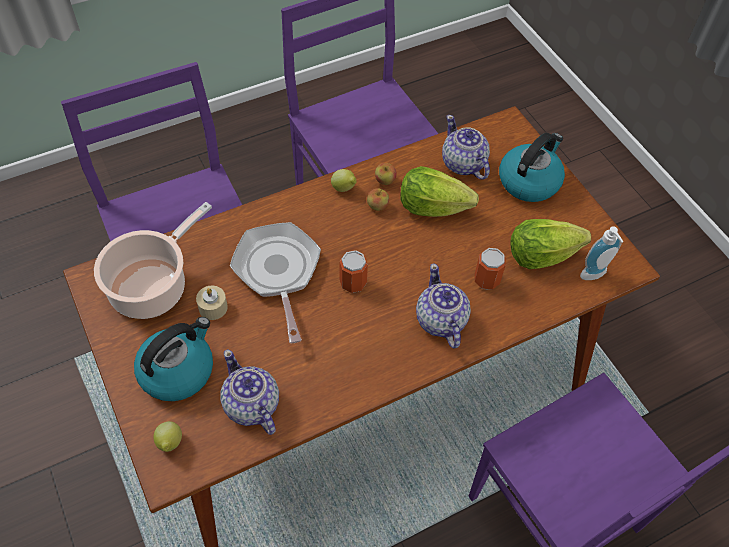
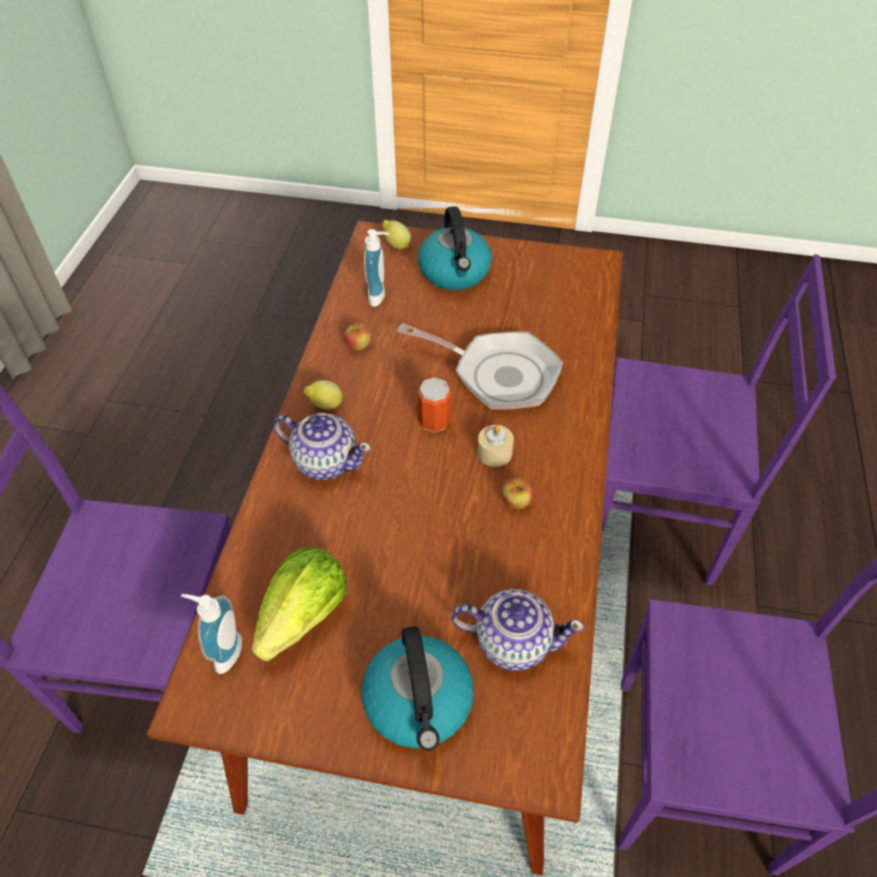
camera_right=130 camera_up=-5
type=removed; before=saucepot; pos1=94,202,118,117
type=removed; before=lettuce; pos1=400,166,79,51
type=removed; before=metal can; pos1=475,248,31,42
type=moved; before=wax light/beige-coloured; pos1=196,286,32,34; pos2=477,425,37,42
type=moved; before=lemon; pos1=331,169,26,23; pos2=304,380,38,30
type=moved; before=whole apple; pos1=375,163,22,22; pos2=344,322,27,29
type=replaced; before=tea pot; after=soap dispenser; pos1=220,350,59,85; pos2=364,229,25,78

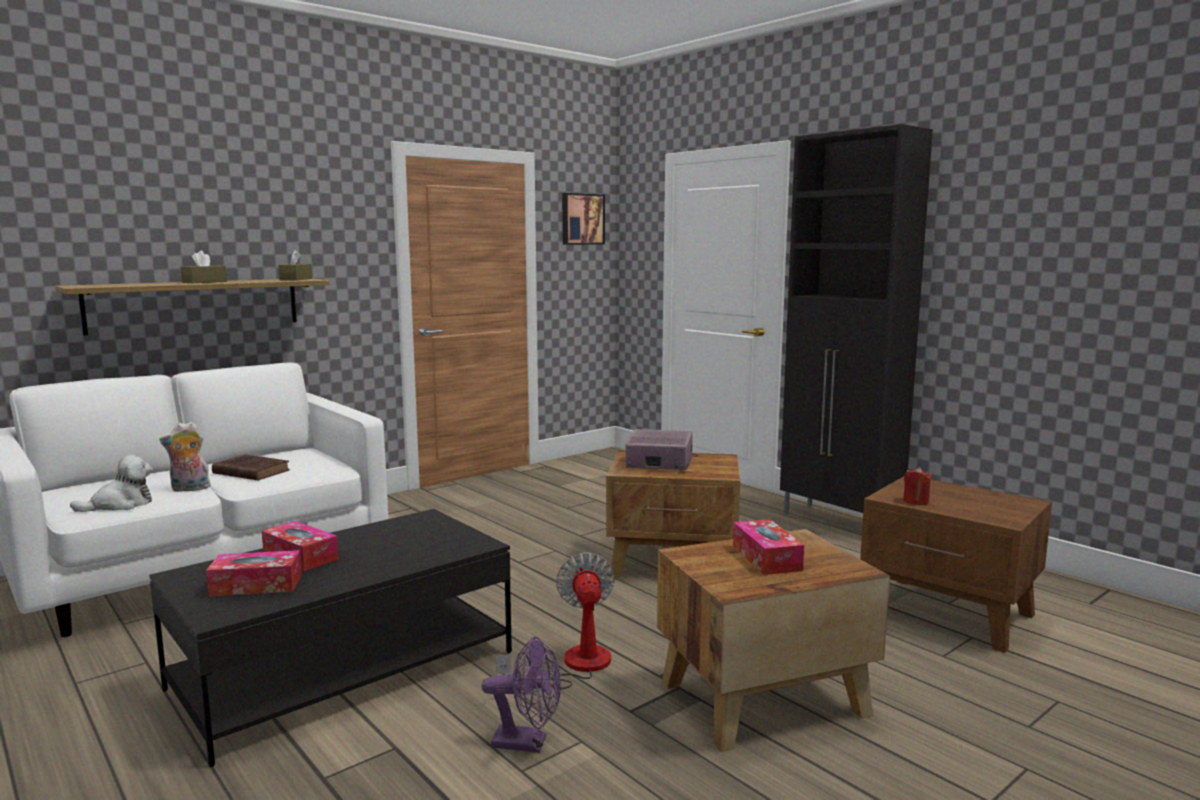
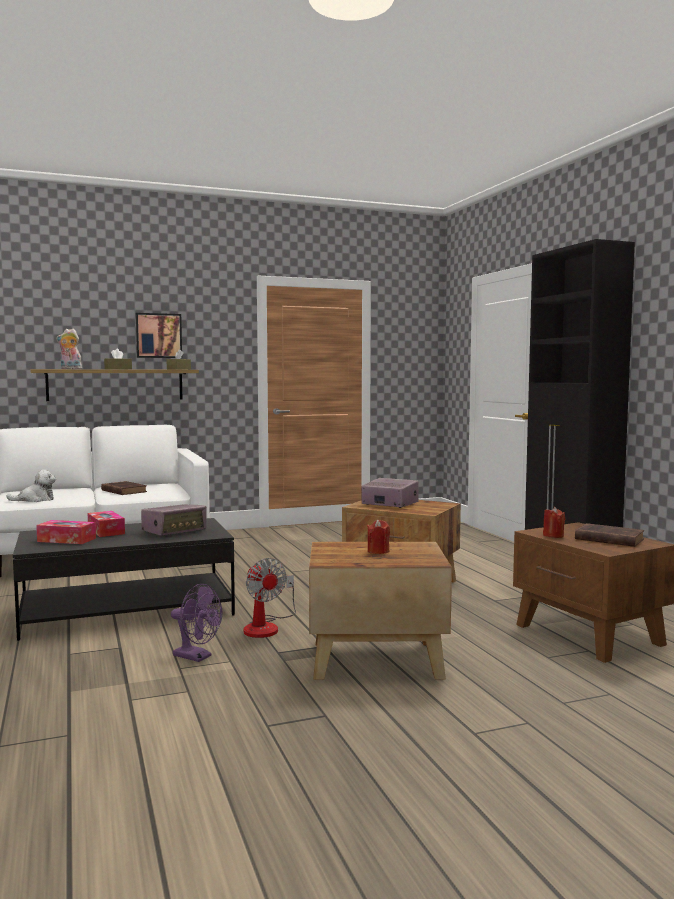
camera_right=20 camera_up=-5
type=added; after=radio receiver; pos2=141,504,66,32
type=added; after=book/brownish; pos2=575,523,69,24
type=moved; before=plush toy; pos1=160,422,50,70; pos2=56,329,28,40
type=moved; before=wall picture; pos1=562,193,43,52; pos2=136,313,46,45
type=replaced; before=tissue box; after=wax light/reddish; pos1=733,519,71,56; pos2=367,519,23,35
type=turned; before=cooling fan; pos1=496,553,119,136; pos2=243,558,53,80; turn=135

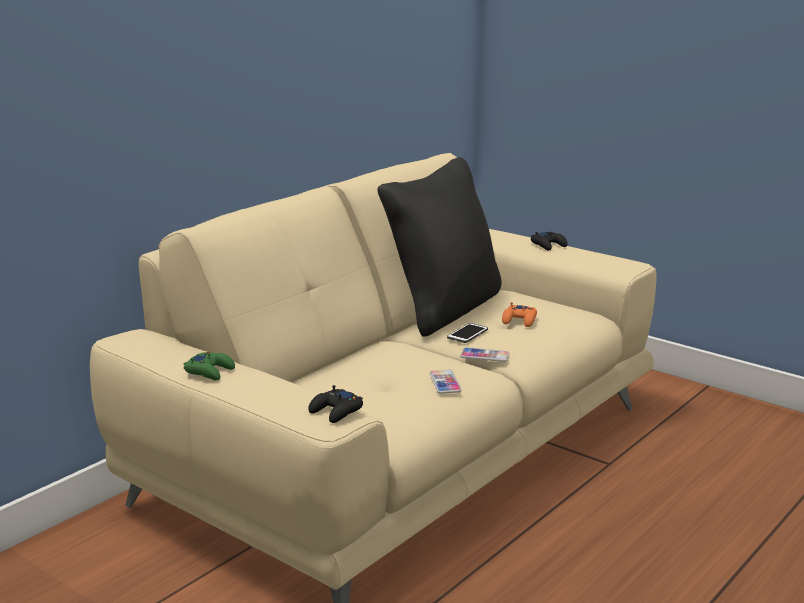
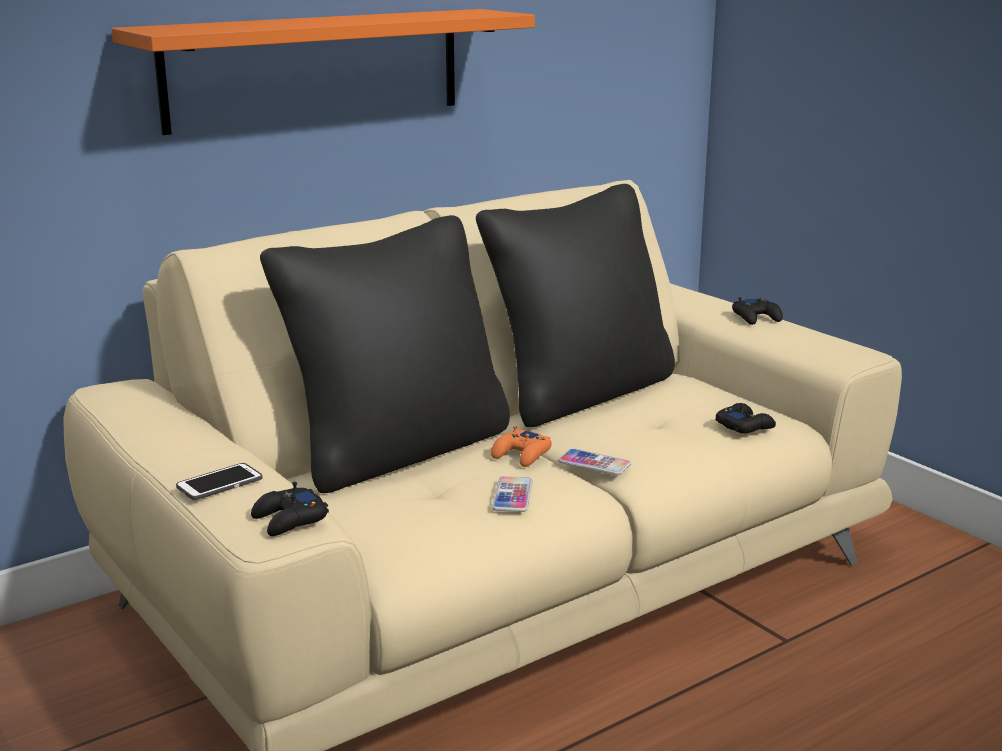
camera_right=15 camera_up=0
type=removed; before=joypad/greenish; pos1=183,352,52,28
type=added; after=shelf/orange; pos2=112,9,423,126
type=added; after=pillow/blackish; pos2=260,215,250,278
type=added; after=joypad/blackish; pos2=715,403,61,31
type=moved; before=handset; pos1=447,323,41,20; pos2=176,463,87,37
type=moved; before=joypad/orange; pos1=502,302,35,25; pos2=491,426,61,41

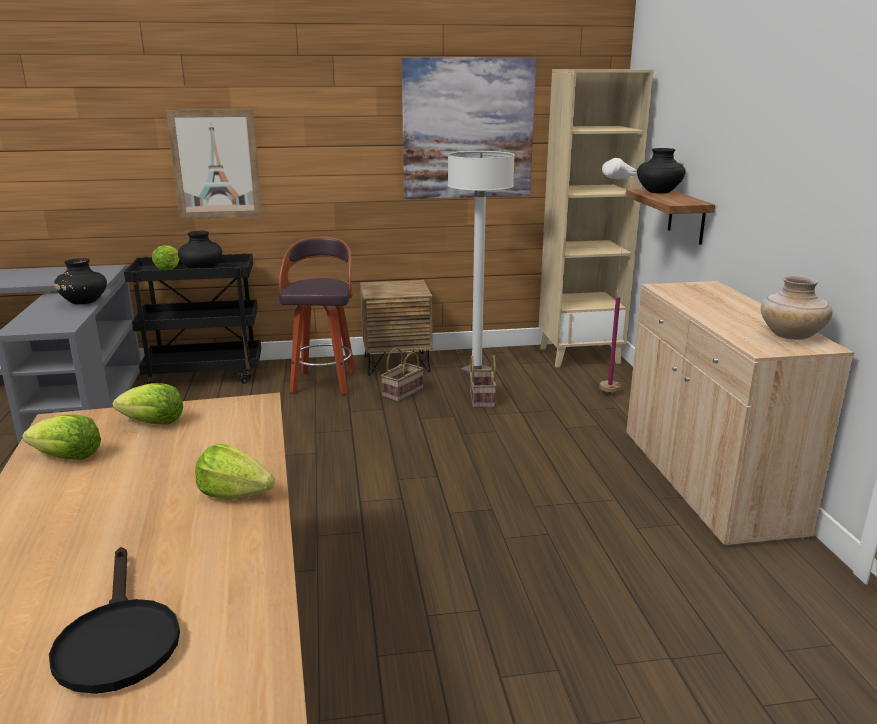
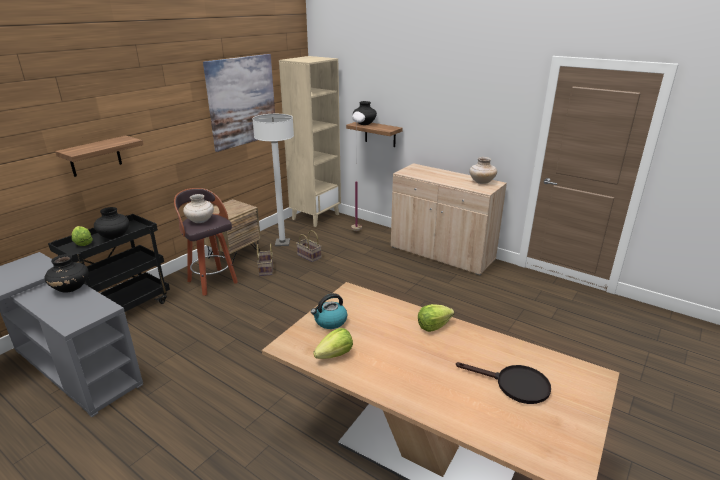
camera_right=-45 camera_up=5
type=added; after=vase/beige-coloured; pos2=183,194,31,29
type=replaced; before=lettuce; after=tea kettle; pos1=113,383,70,42; pos2=311,293,36,36
type=replaced; before=wall picture; after=shelf; pos1=166,109,96,110; pos2=55,136,88,41

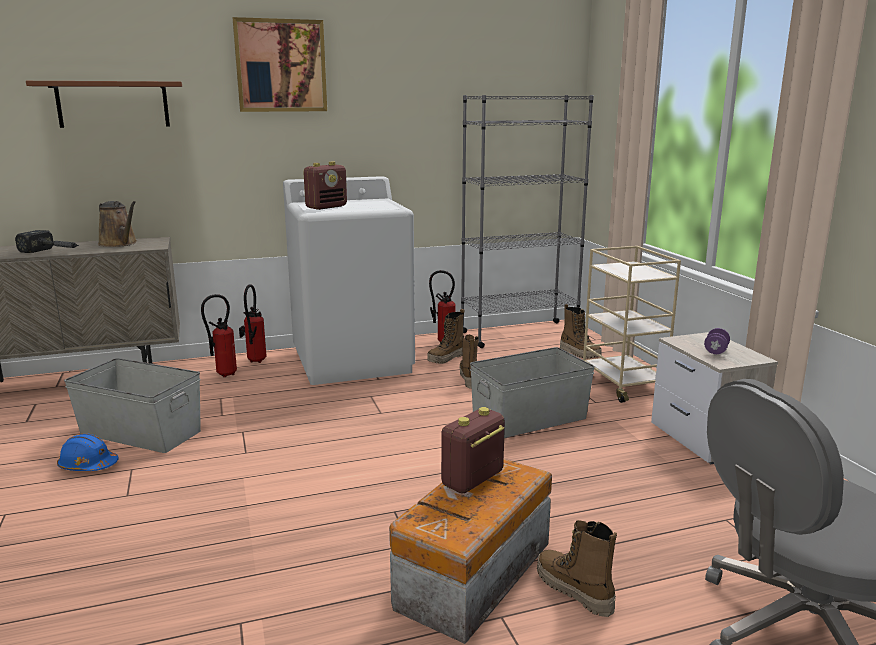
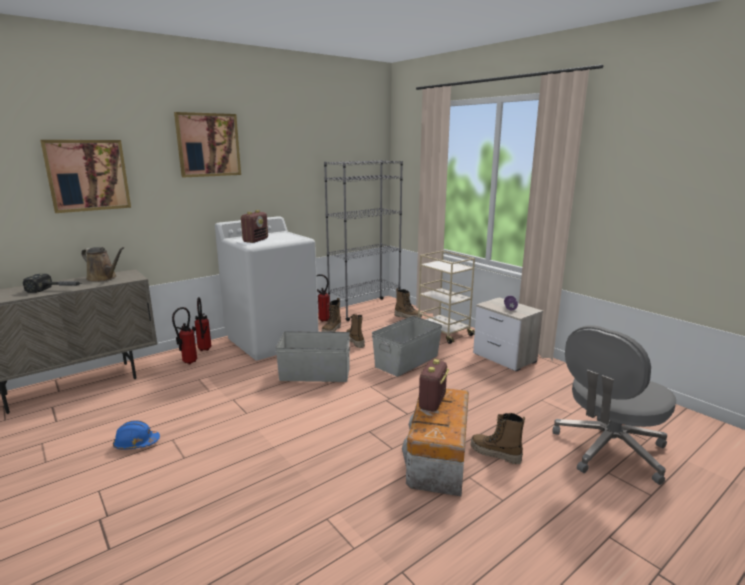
camera_right=-20 camera_up=0
type=moved; before=storage box/gray; pos1=64,358,137,95; pos2=275,331,75,51
type=replaced; before=shelf/brownish; after=wall picture; pos1=26,81,156,47; pos2=40,140,91,73

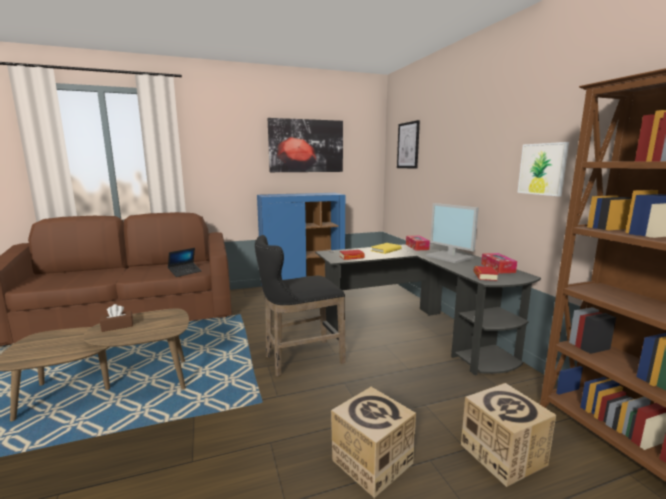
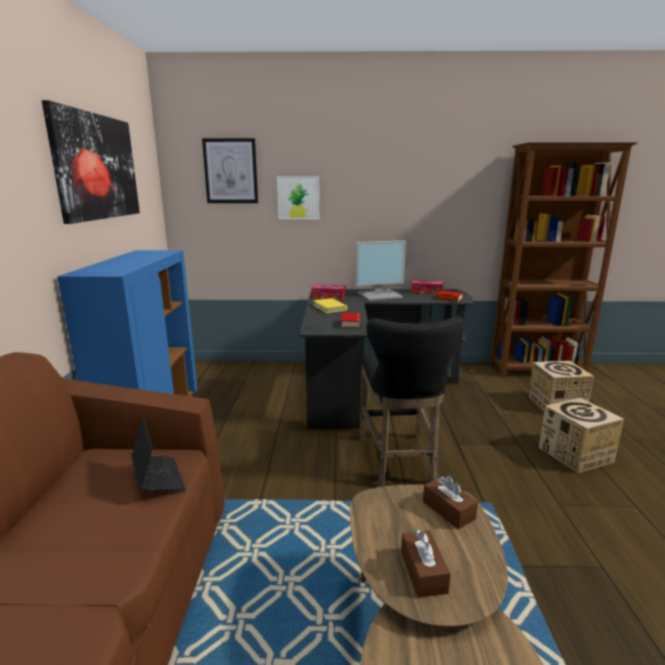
camera_right=-70 camera_up=5
type=added; after=tissue box/brownish; pos2=423,476,55,53
type=moved; before=wall picture; pos1=517,142,52,55; pos2=277,176,42,43

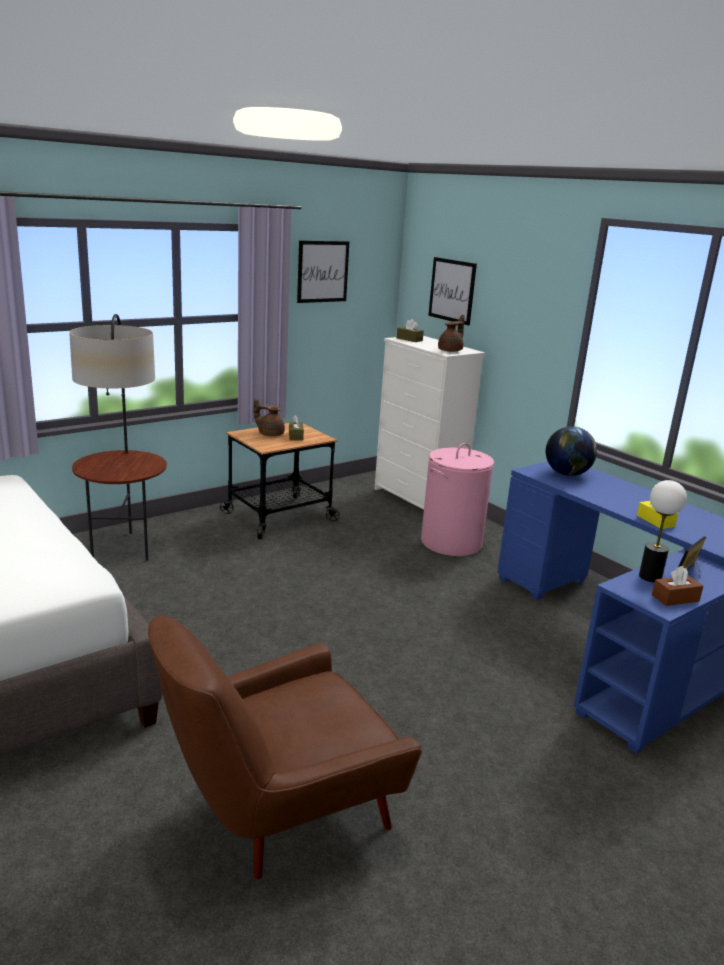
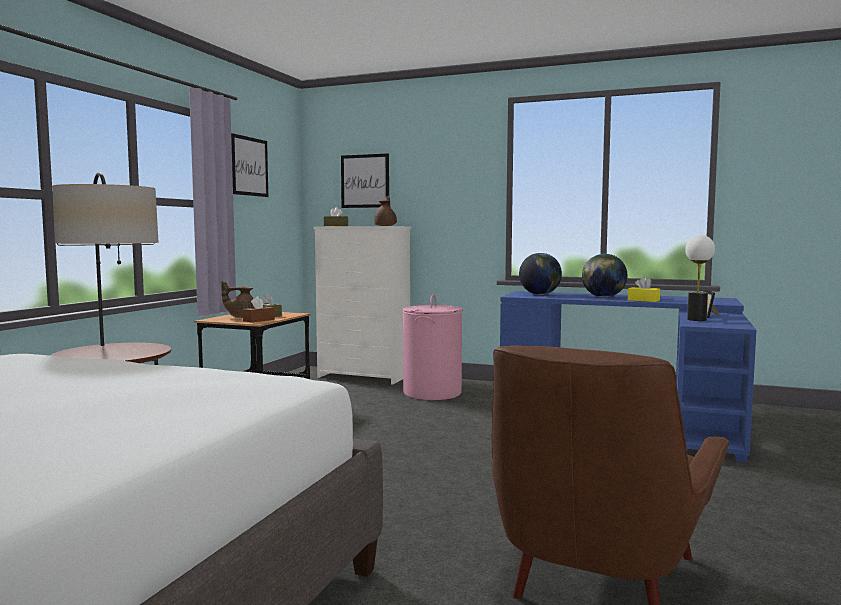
camera_right=-30 camera_up=-15
type=added; after=desk globe; pos2=582,254,45,43
type=moved; before=tissue box/brownish; pos1=652,566,51,40; pos2=242,296,33,27

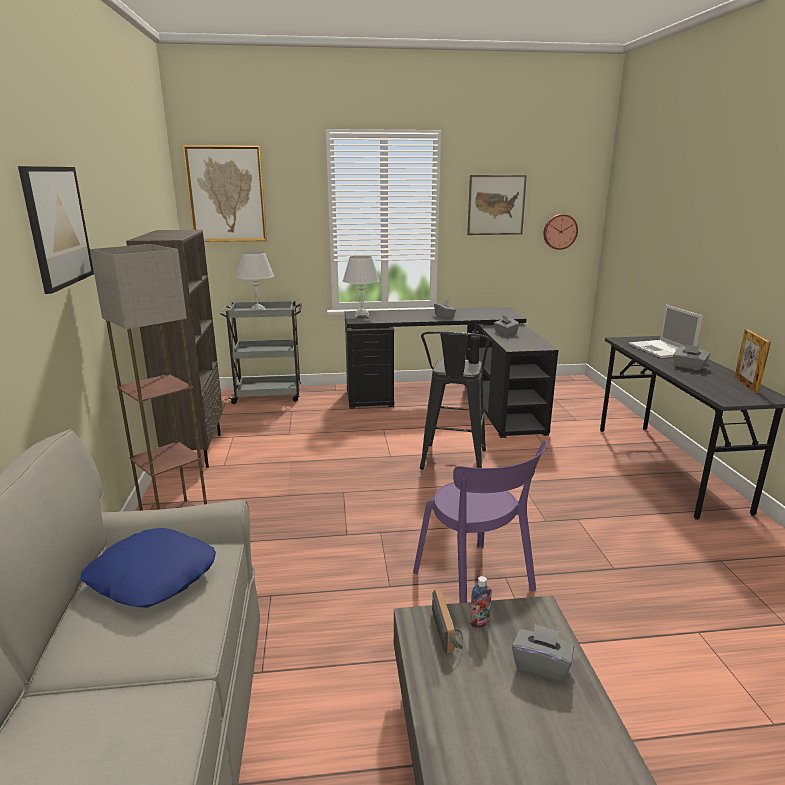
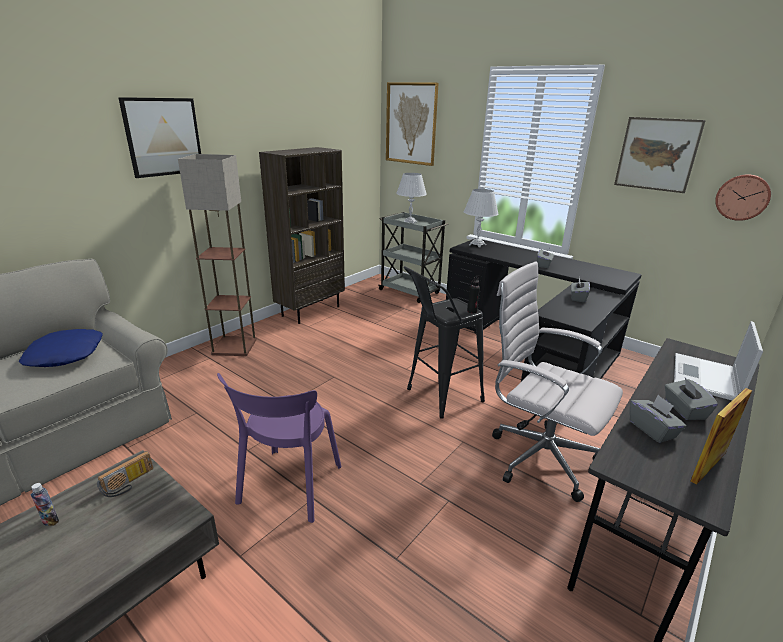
camera_right=45 camera_up=5
type=added; after=computer chair/whitish; pos2=492,261,131,241
type=moved; before=drink bottle; pos1=470,576,22,52; pos2=31,483,28,43
type=moved; before=tissue box/gray; pos1=512,624,62,58; pos2=629,395,57,48

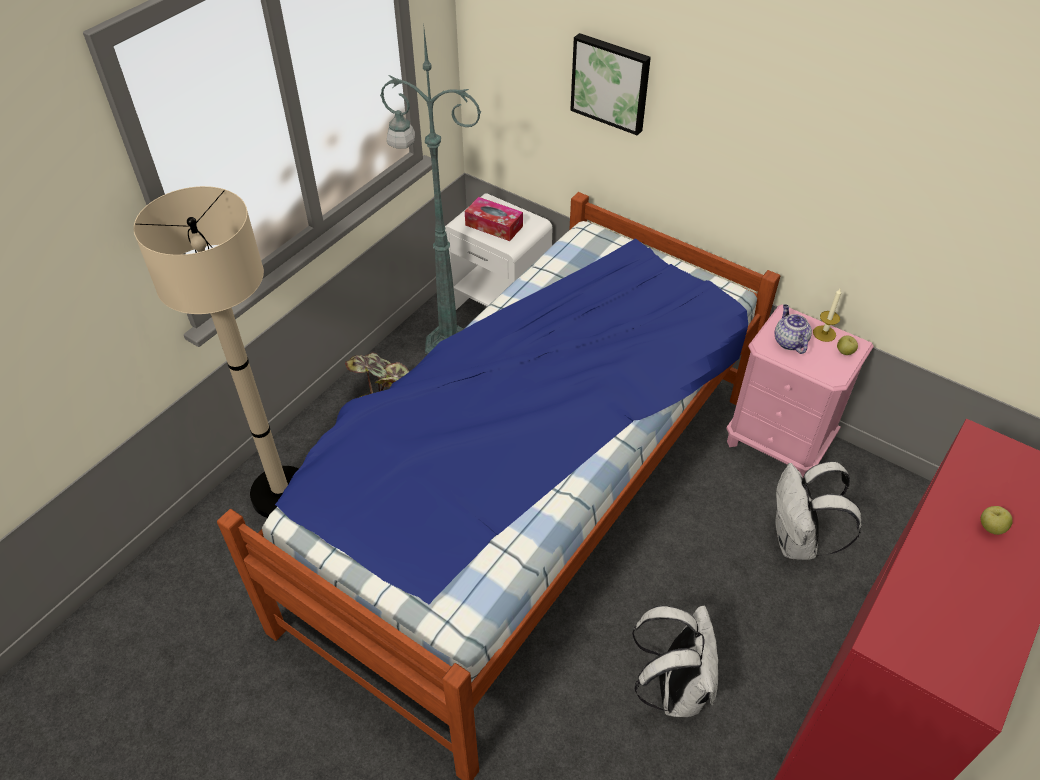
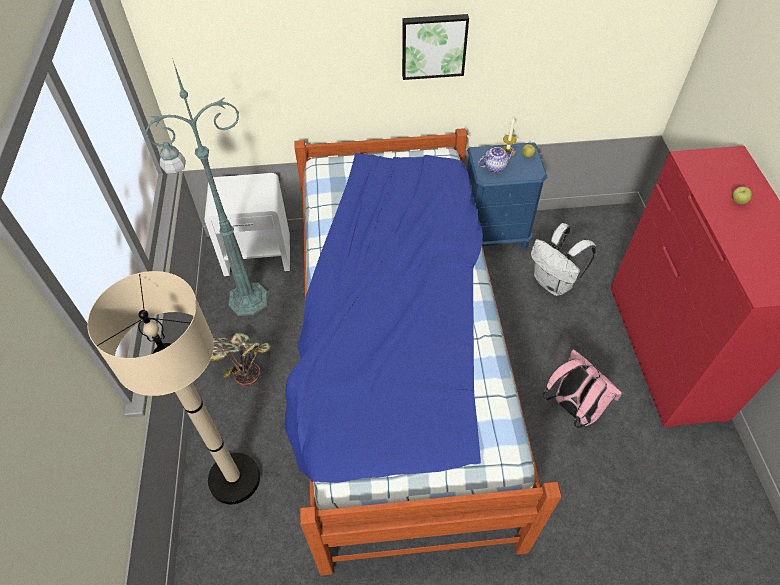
camera_right=-40 camera_up=5
type=removed; before=tissue box; pos1=465,197,58,44
type=moved; before=wall picture; pos1=570,33,81,102; pos2=402,14,67,66
type=recoloured; before=backpack/whitish; after=backpack/pink; pos1=632,605,86,112; pos2=543,349,79,79
type=recoloured; before=nightstand/pink; after=nightstand/blue-coloured; pos1=726,304,148,173; pos2=467,142,80,108
type=turned; before=tea pot; pos1=775,304,37,50; pos2=478,147,38,26; turn=120

